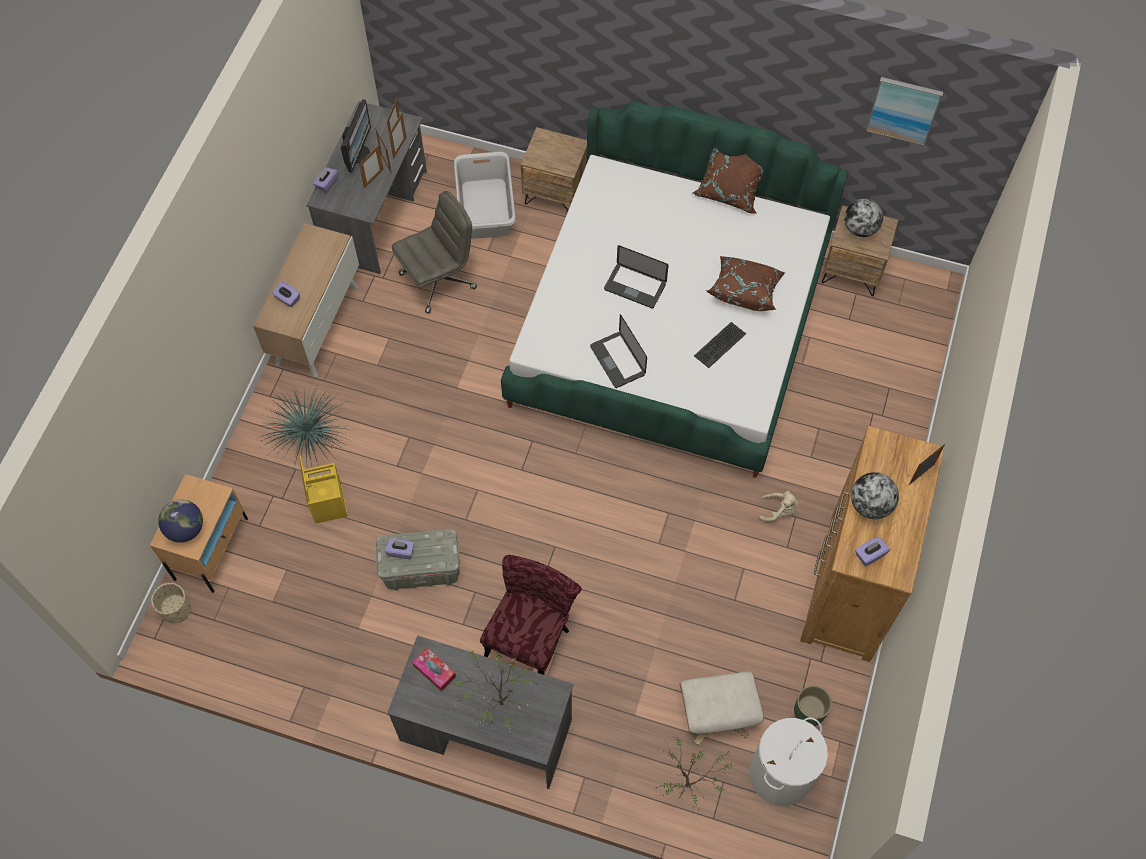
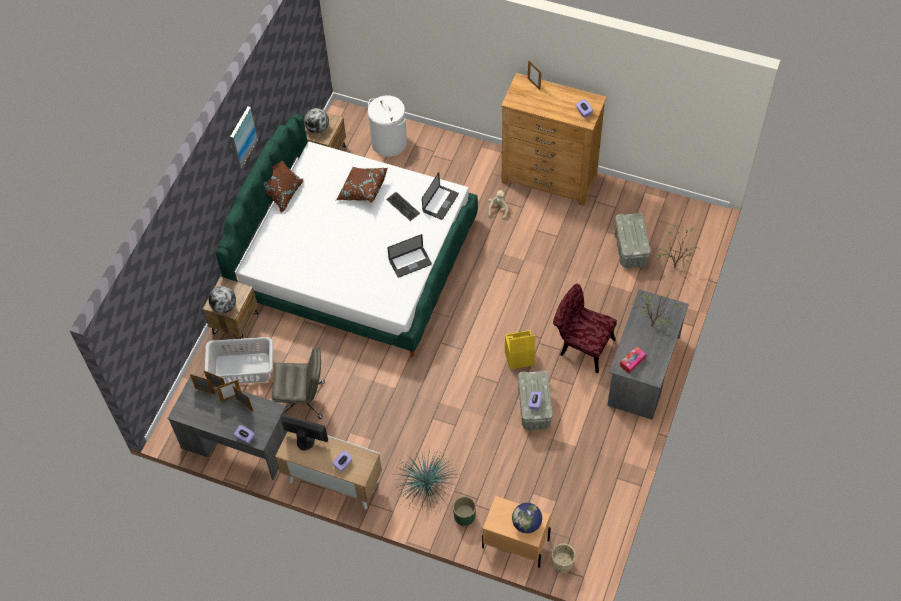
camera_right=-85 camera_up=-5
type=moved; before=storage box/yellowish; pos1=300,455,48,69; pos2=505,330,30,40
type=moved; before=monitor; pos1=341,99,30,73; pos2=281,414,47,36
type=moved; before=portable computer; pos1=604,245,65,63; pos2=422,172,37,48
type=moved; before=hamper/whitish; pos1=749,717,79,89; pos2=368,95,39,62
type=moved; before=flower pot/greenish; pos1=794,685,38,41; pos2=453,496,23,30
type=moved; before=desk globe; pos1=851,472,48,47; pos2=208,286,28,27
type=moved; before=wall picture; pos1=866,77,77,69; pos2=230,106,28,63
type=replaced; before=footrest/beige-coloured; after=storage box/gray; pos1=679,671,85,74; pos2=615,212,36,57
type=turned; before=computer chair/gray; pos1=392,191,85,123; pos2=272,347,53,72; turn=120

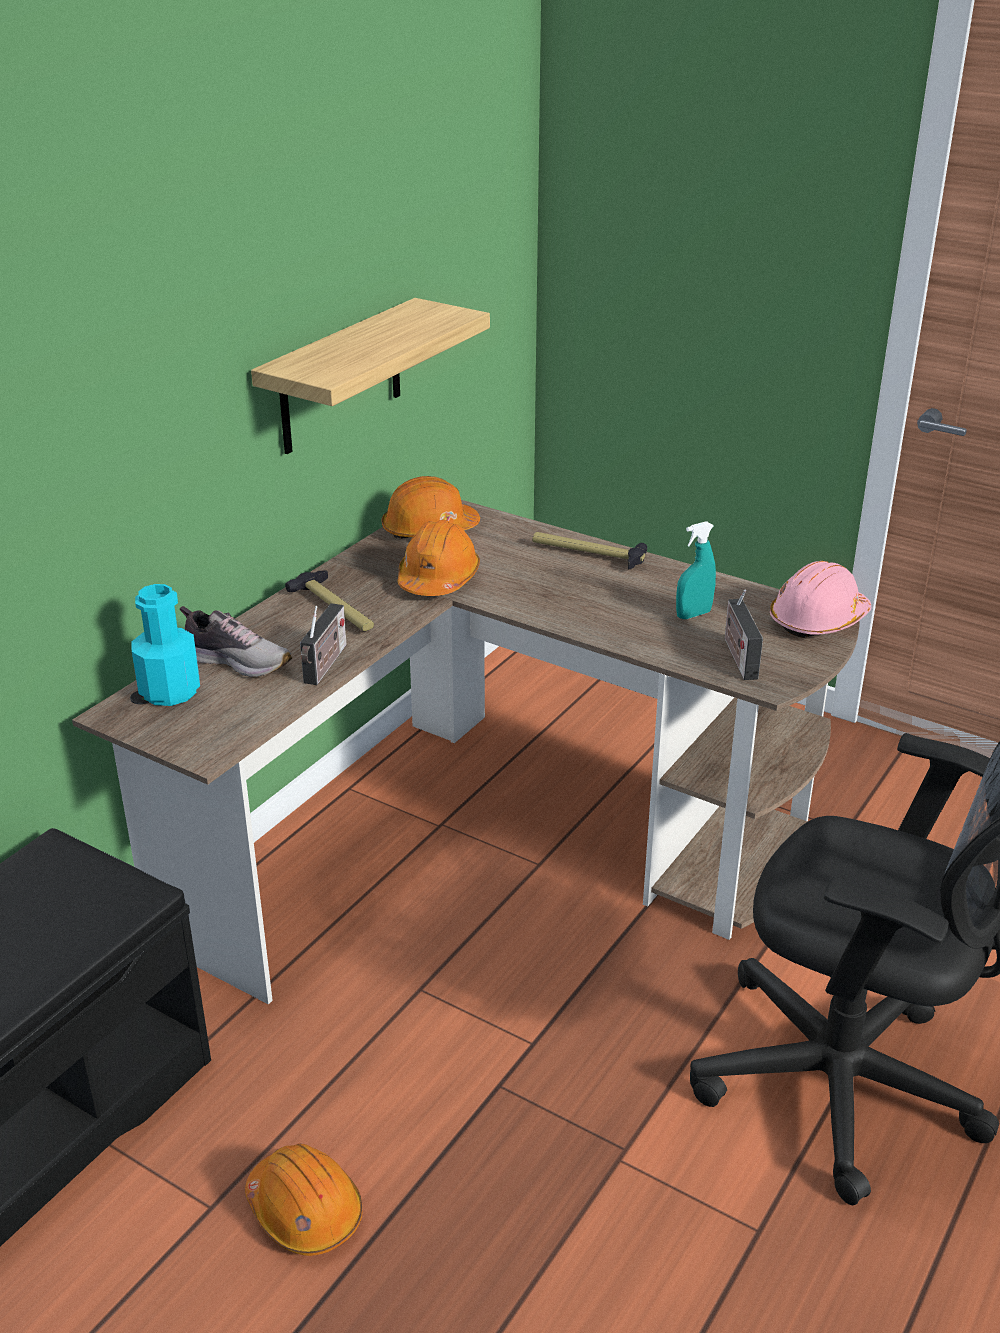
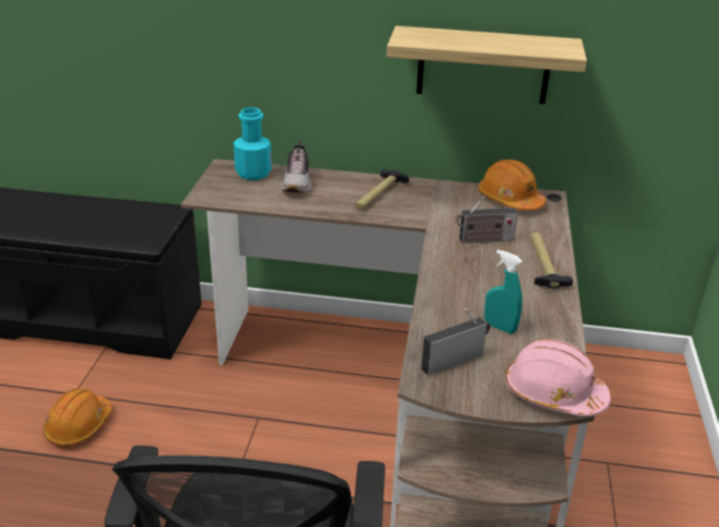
camera_right=65 camera_up=0
type=removed; before=safety helmet/orange; pos1=398,520,82,76
type=moved; before=radio receiver; pos1=300,603,46,82; pos2=456,196,62,47

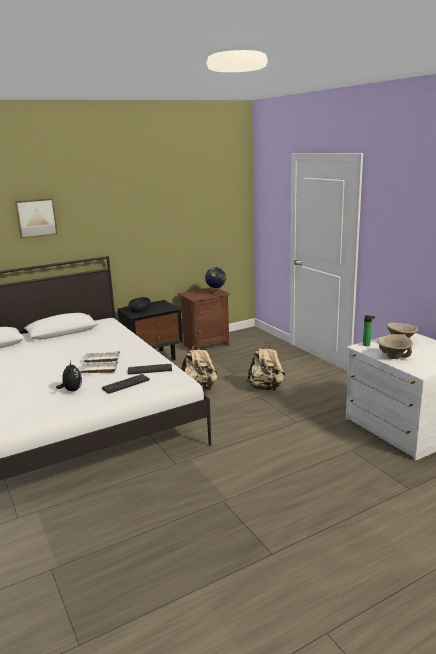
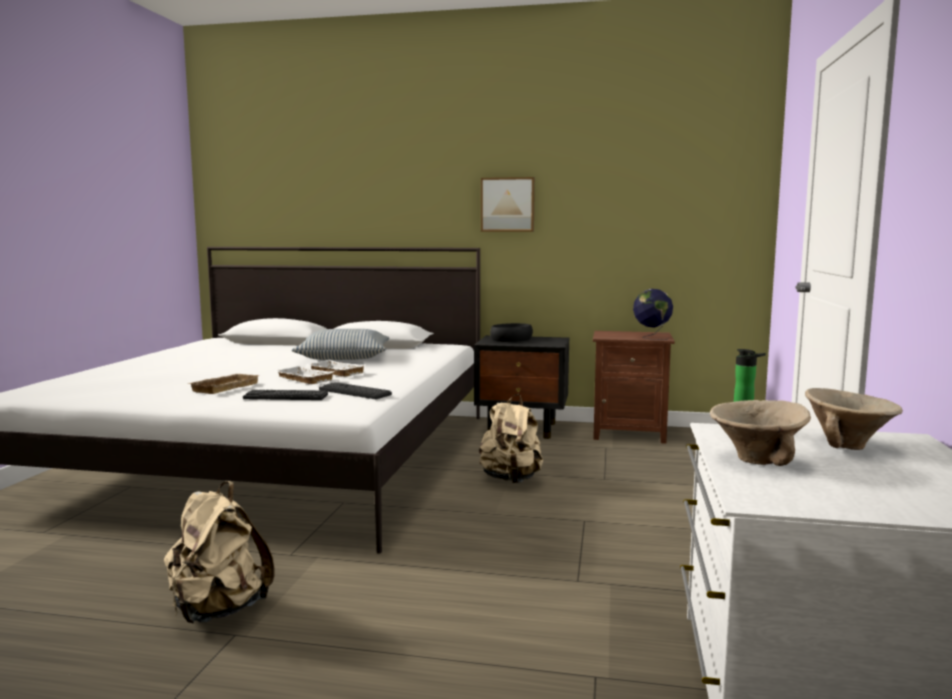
camera_right=40 camera_up=-10
type=added; after=pillow; pos2=292,329,98,31
type=moved; before=wall picture; pos1=15,198,43,40; pos2=481,177,54,55
type=moved; before=backpack/beige-coloured; pos1=246,343,39,48; pos2=164,481,111,143
type=replaced; before=plush toy; after=tray/beige-coloured; pos1=56,361,26,31; pos2=188,374,72,20

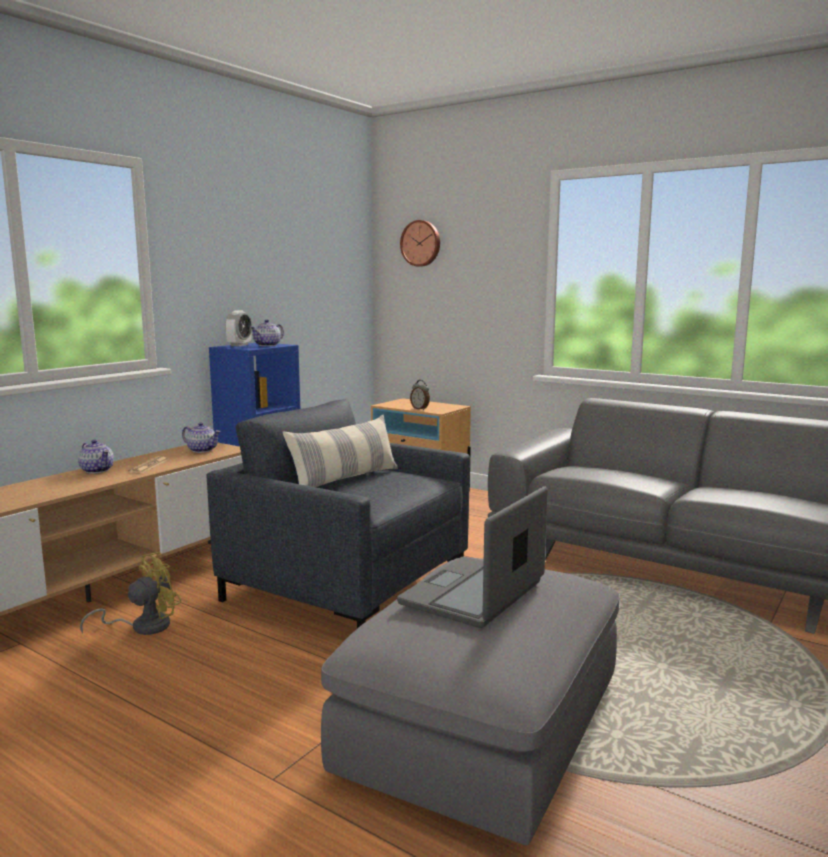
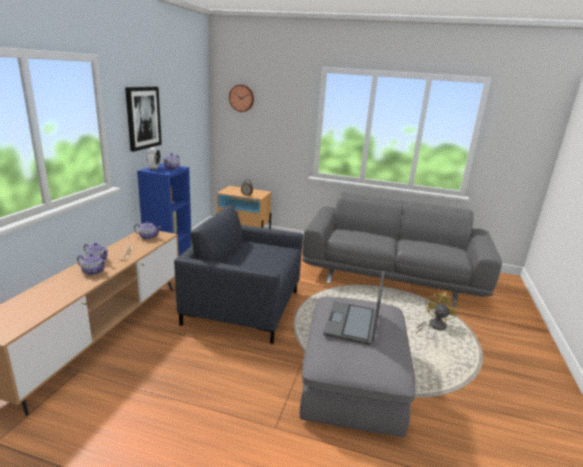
camera_right=-20 camera_up=10
type=removed; before=pillow; pos1=282,415,116,72
type=added; after=tea pot; pos2=77,253,30,22
type=added; after=wall picture; pos2=125,87,37,65
type=moved; before=cooling fan/yellowish; pos1=80,552,102,83; pos2=416,292,43,42

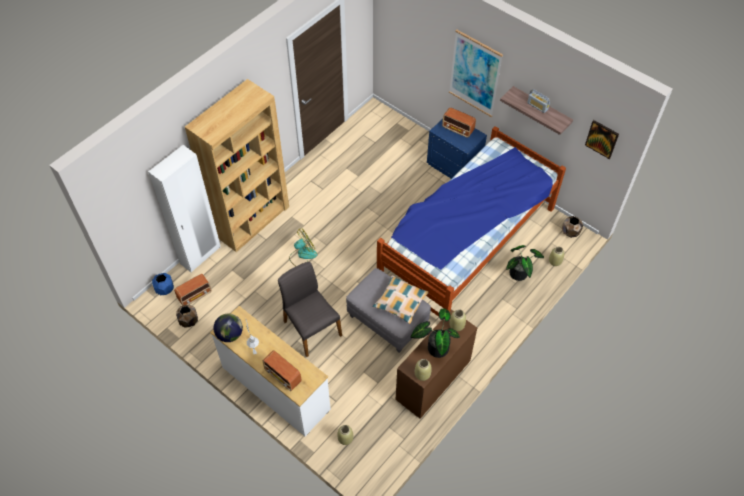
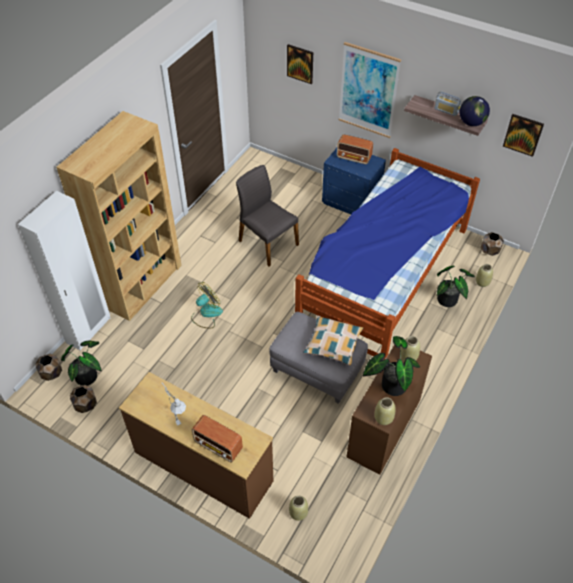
camera_right=-10 camera_up=-5
type=added; after=wall picture; pos2=287,44,26,40
type=moved; before=desk globe; pos1=213,313,30,29; pos2=460,96,30,30
type=moved; before=chair/gray; pos1=278,262,64,95; pos2=236,165,63,102
type=replaced; before=radio receiver; after=plant in a pot; pos1=174,274,37,32; pos2=61,341,41,45
type=recoloured; before=flower pot/blue-coloured; after=flower pot/brownish; pos1=152,273,22,22; pos2=36,354,26,27
type=recoloured; before=drawer chest/whitish; after=drawer chest/brownish; pos1=210,306,121,130; pos2=119,372,154,147

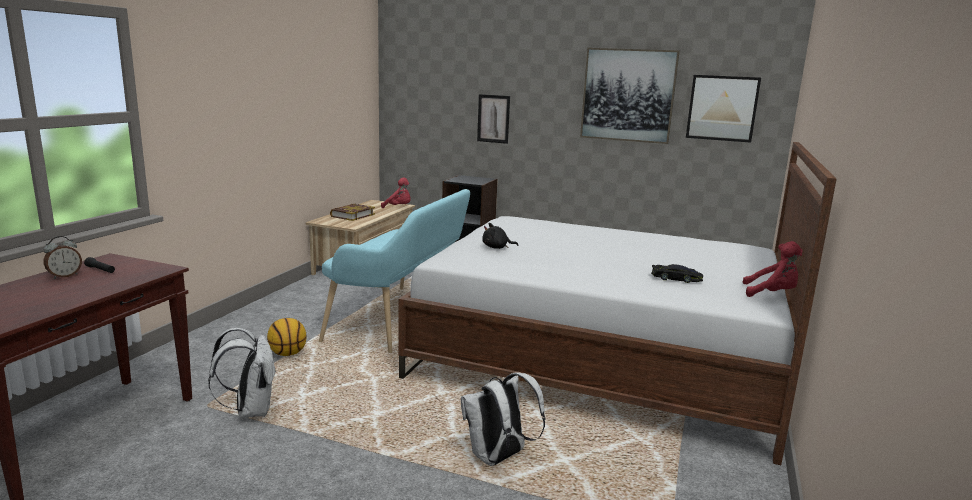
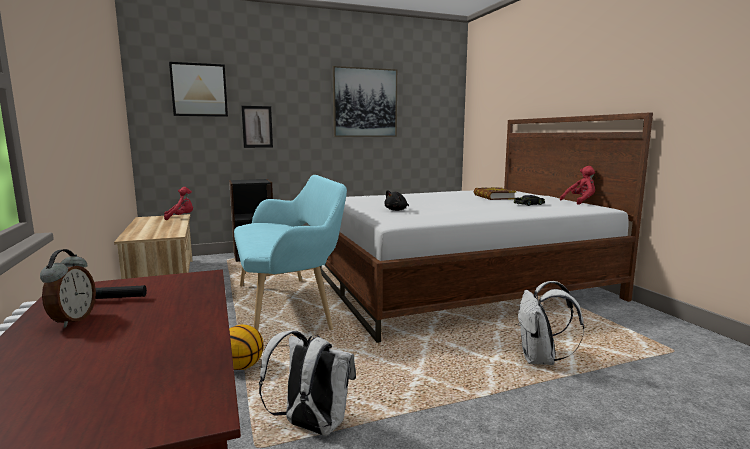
camera_right=-40 camera_up=-5
type=moved; before=book; pos1=330,204,45,17; pos2=474,187,43,13
type=moved; before=wall picture; pos1=686,75,75,68; pos2=169,62,59,55

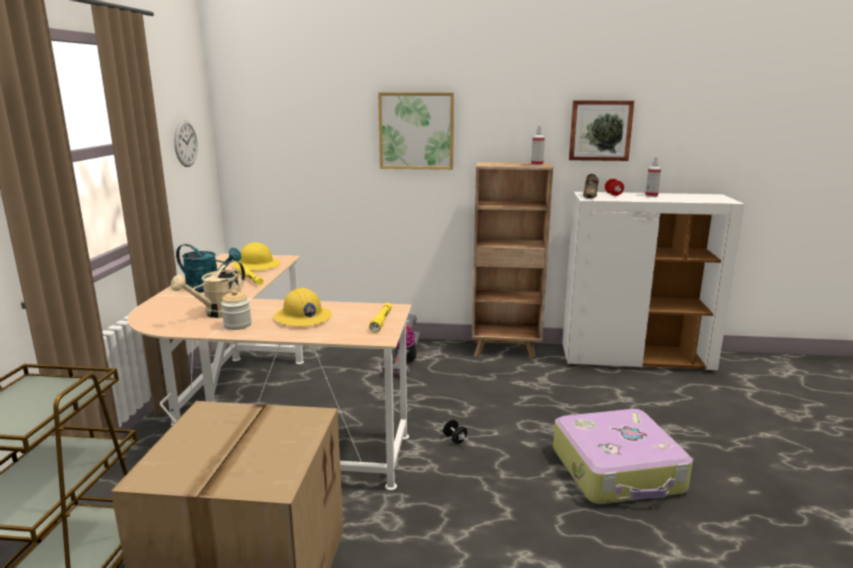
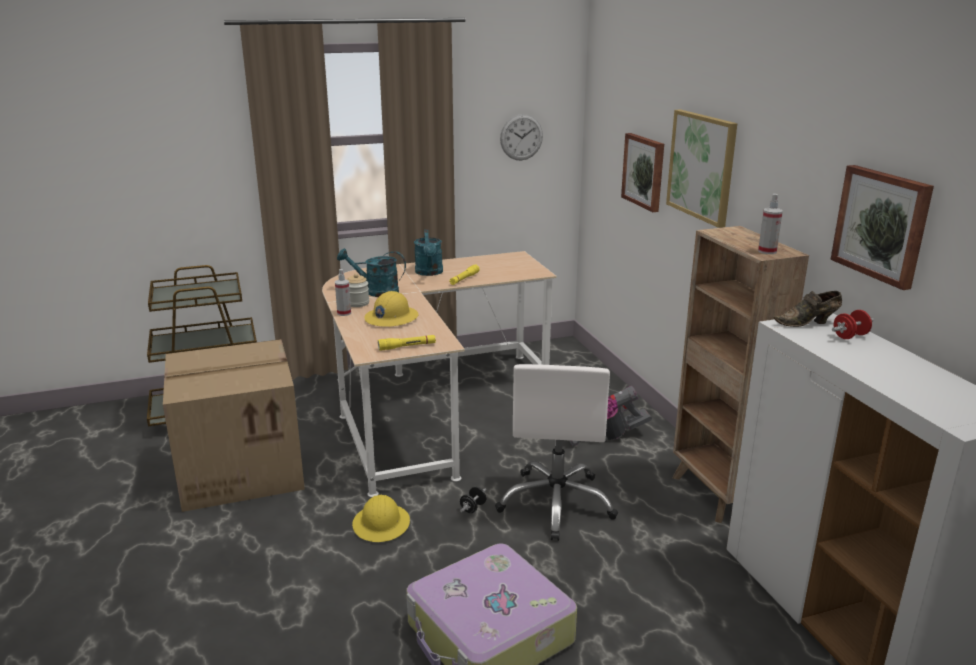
camera_right=65 camera_up=5
type=added; after=computer chair/whitish; pos2=495,364,123,177
type=added; after=wall picture; pos2=621,133,43,79
type=moved; before=safety helmet/yellowish; pos1=232,242,49,28; pos2=352,495,58,47
type=moved; before=hand sprayer; pos1=645,157,16,40; pos2=335,269,16,47
type=recoloured; before=sprinkling can/beige-coloured; after=sprinkling can/turquoise-coloured; pos1=171,260,74,58; pos2=337,248,69,49

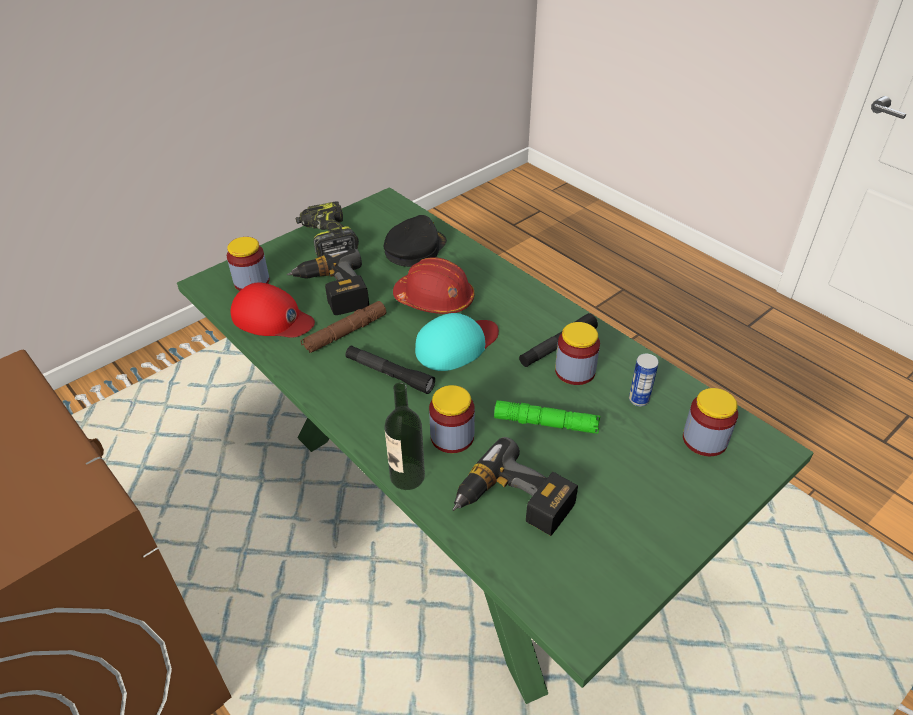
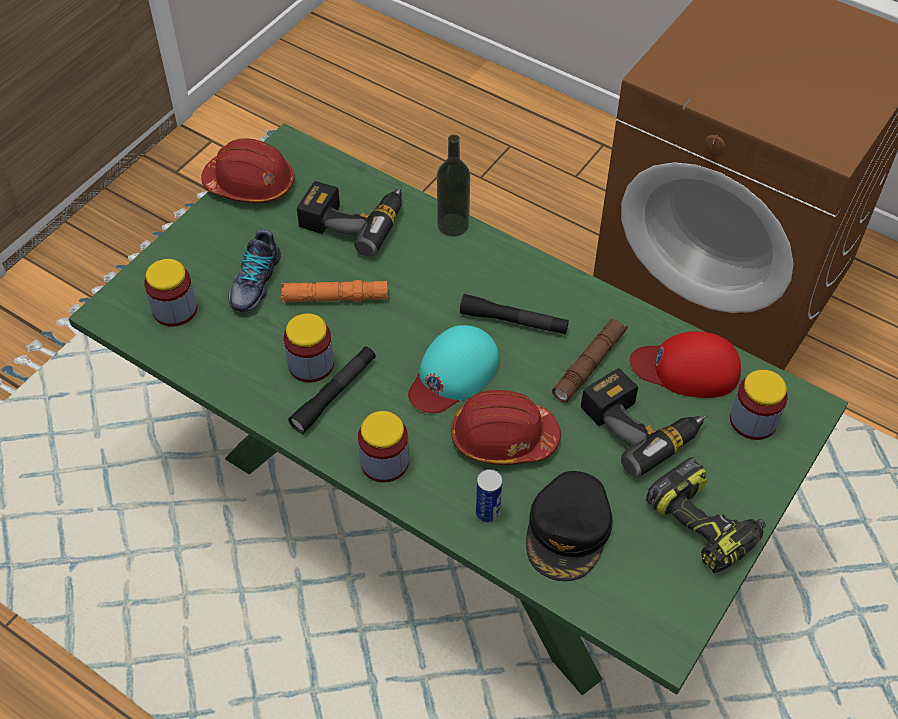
camera_right=165 camera_up=10
type=added; after=safety helmet/reddish; pos2=201,138,93,65
type=added; after=item of footwear; pos2=228,229,53,83
type=moved; before=preserve jar; pos1=429,385,46,68; pos2=358,411,51,72
type=moved; before=metal can; pos1=629,354,30,52; pos2=476,469,27,54
type=recoloured; before=torch/greenish; after=torch/orange; pos1=494,400,106,34; pos2=280,280,108,22

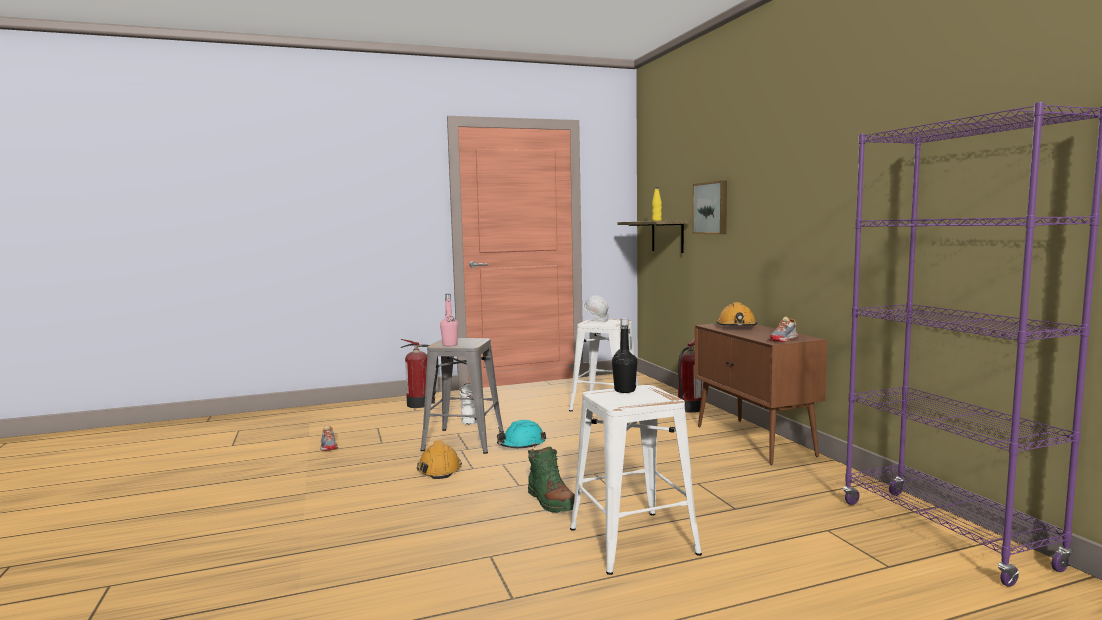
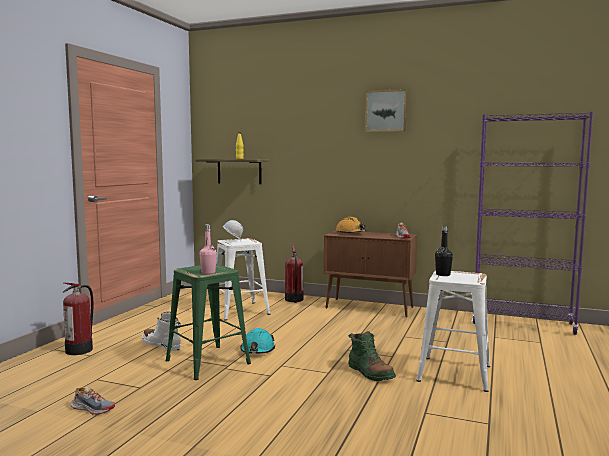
camera_right=-50 camera_up=0
type=removed; before=safety helmet/orange; pos1=417,440,45,39
type=moved; before=wall picture; pos1=692,181,35,53; pos2=365,89,42,43
type=recoloured; before=sitting stool/gray; after=sitting stool/greenish; pos1=421,338,83,116; pos2=166,264,85,116
type=turned; before=boot/greenish; pos1=528,447,47,66; pos2=348,331,48,50; turn=45

